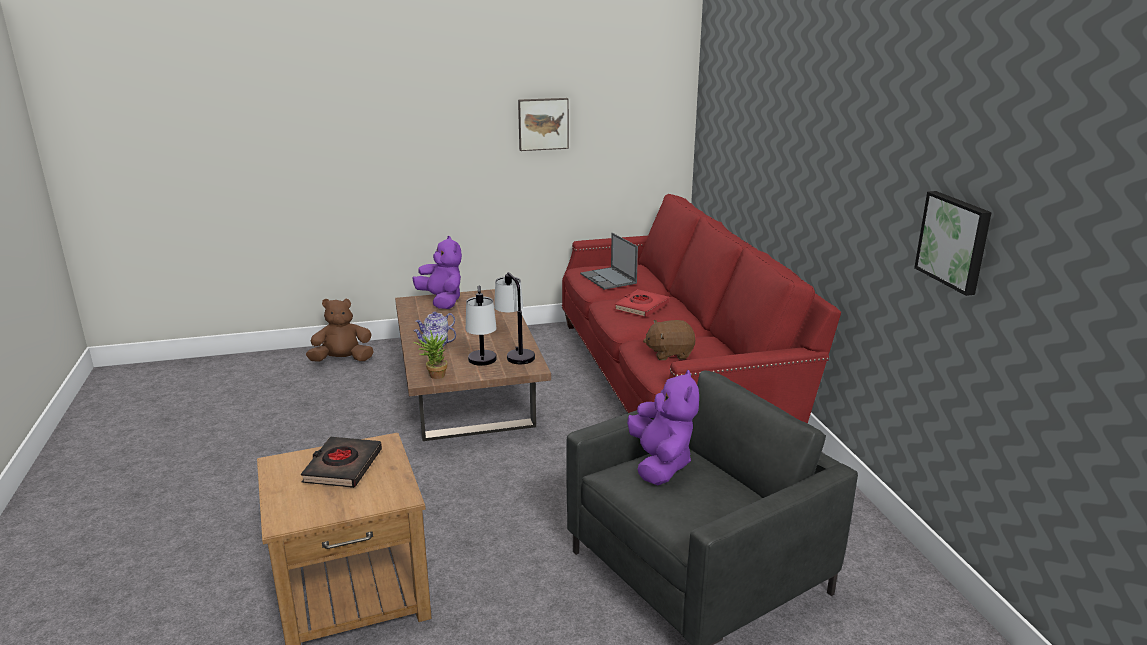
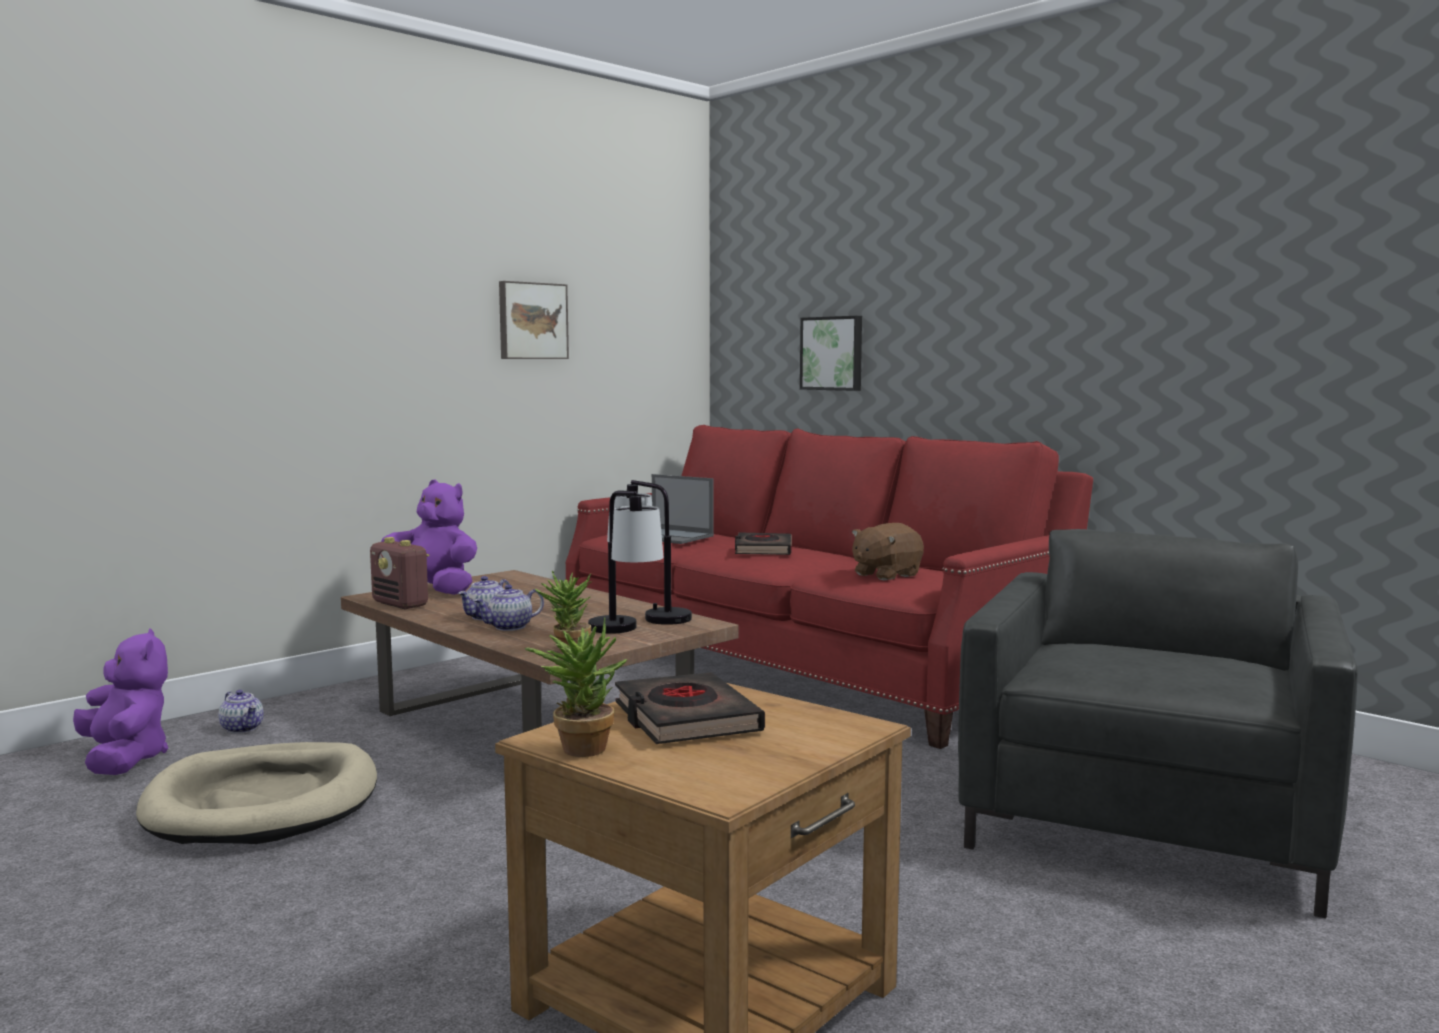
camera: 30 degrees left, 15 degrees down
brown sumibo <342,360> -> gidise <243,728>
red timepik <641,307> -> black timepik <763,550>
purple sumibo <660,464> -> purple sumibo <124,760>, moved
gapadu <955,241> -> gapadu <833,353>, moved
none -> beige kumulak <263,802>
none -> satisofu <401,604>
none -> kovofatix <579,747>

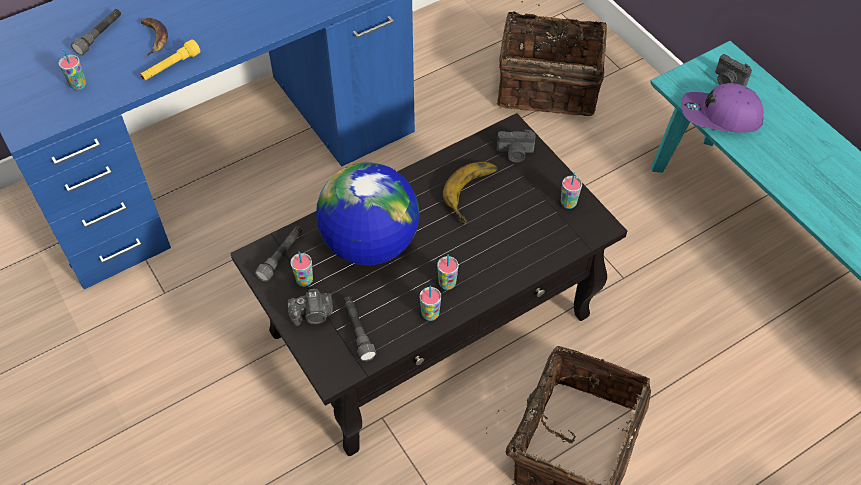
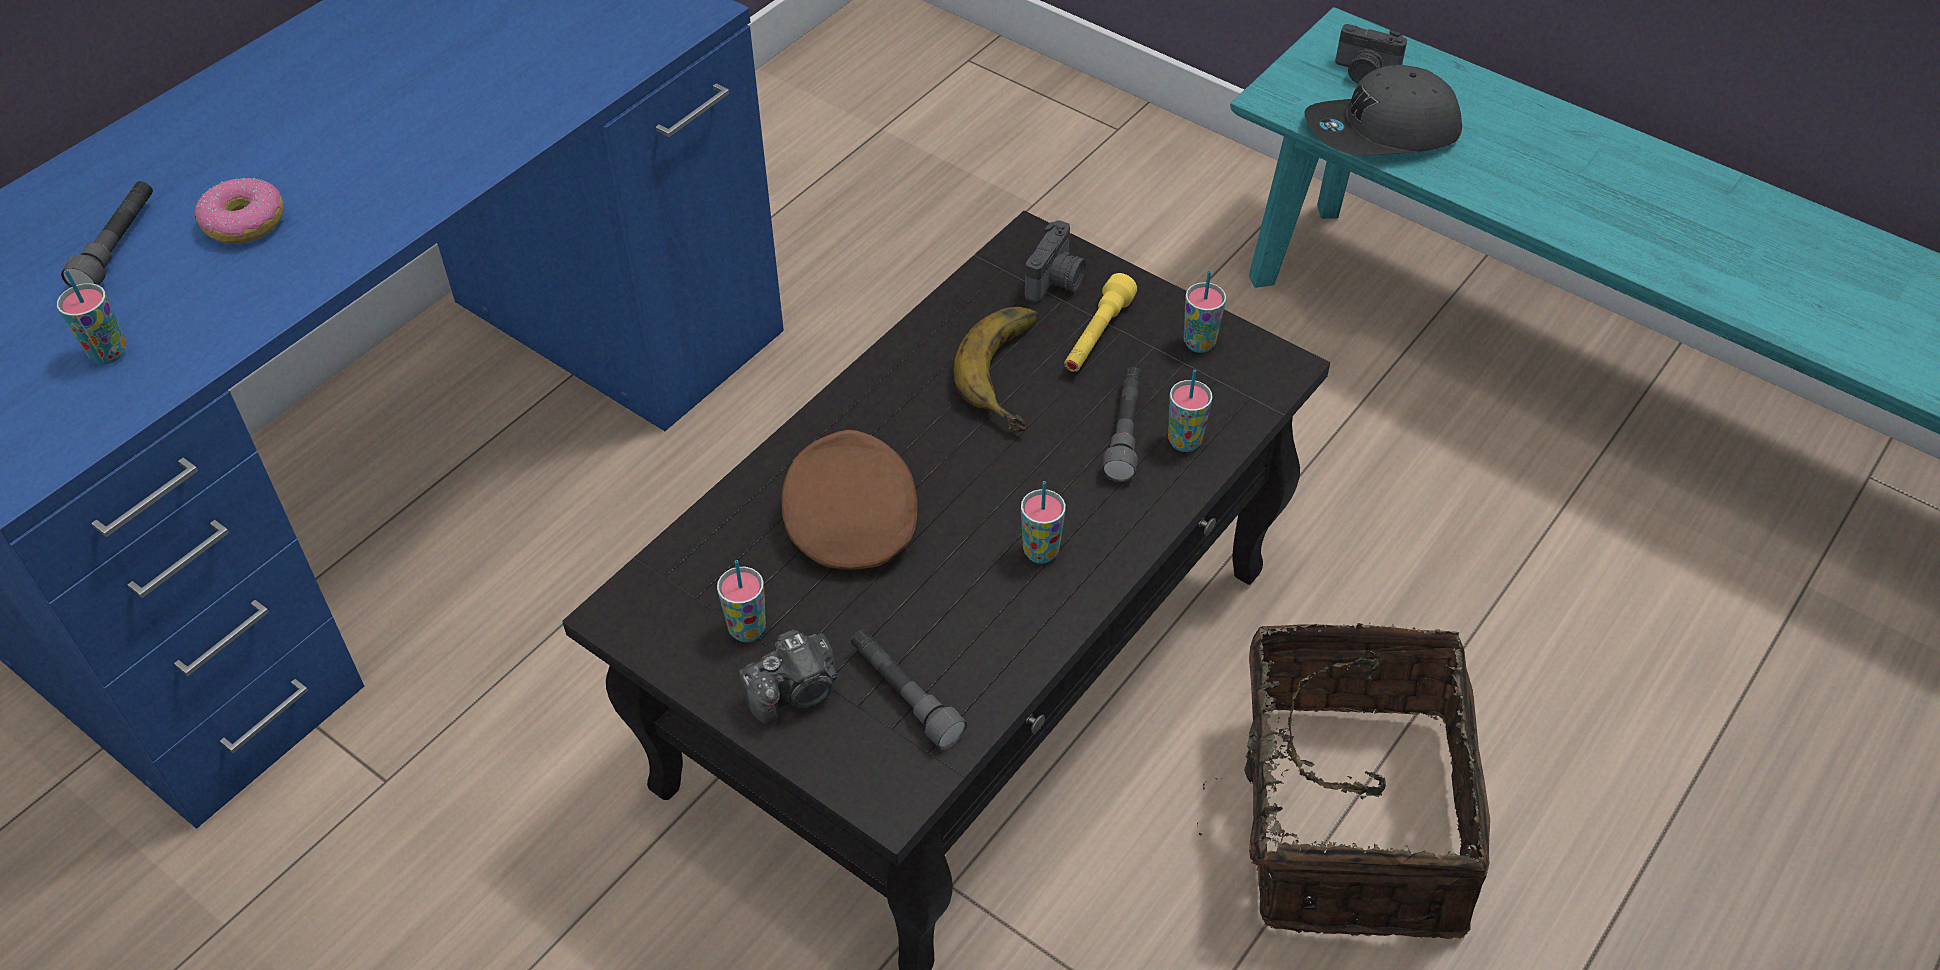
camera: 20 degrees left, 5 degrees down
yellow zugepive <171,67> -> yellow zugepive <1097,336>, moved
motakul <154,38> -> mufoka <245,222>
grey zugepive <281,256> -> grey zugepive <1125,432>, moved
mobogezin <369,244> -> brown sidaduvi <850,521>
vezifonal <430,314> -> vezifonal <1184,441>, moved
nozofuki <548,85> -> none
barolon <515,154> -> barolon <1056,282>, 45 degrees counterclockwise
purple sidaduvi <720,116> -> grey sidaduvi <1381,133>

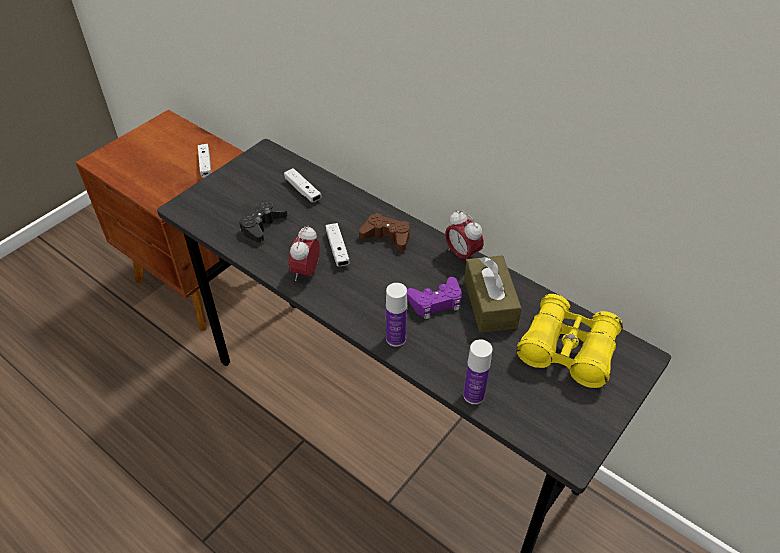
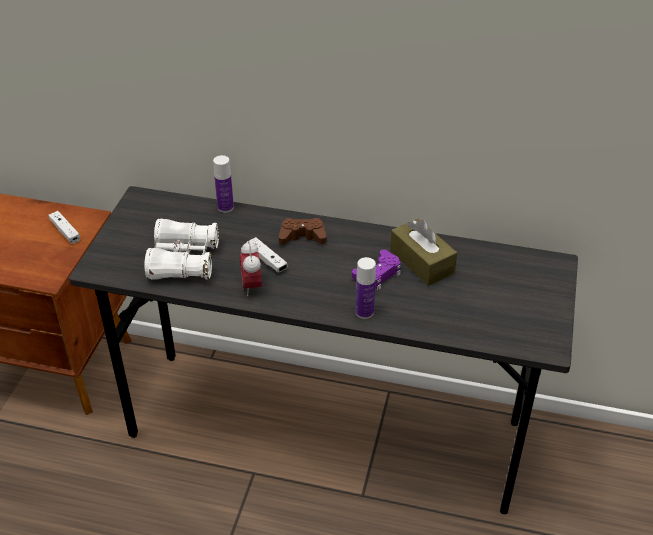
camera: 25 degrees left, 5 degrees down
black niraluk <262,225> -> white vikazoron <183,261>
white niraluk <303,190> -> none
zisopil <462,254> -> none
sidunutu <474,395> -> sidunutu <225,207>, moved
yellow vikazoron <567,350> -> none

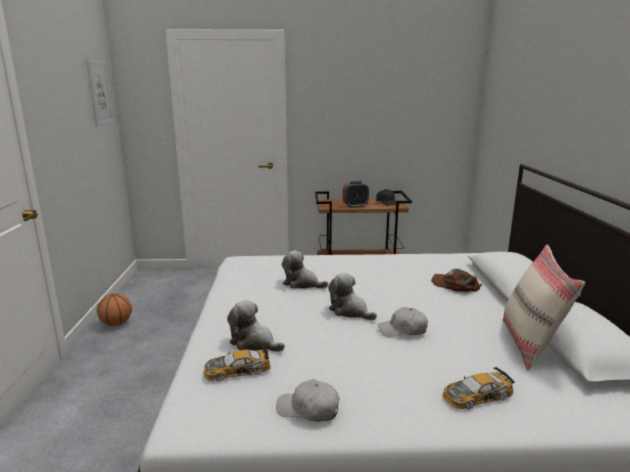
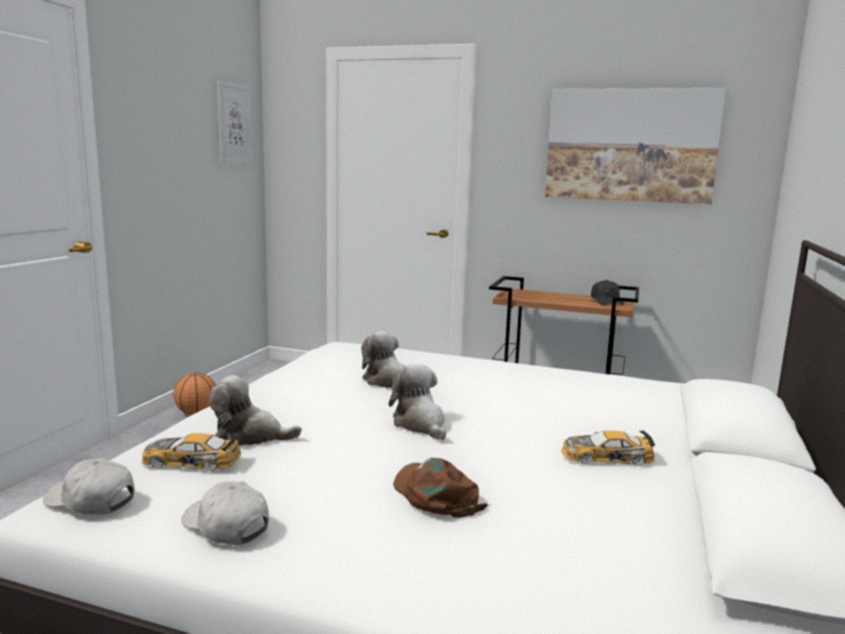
camera: 20 degrees right, 5 degrees down
sumibo <254,343> -> sumibo <249,436>, 45 degrees counterclockwise
zisopil <355,206> -> none
white sidaduvi <402,330> -> white sidaduvi <90,501>, moved
brown sidaduvi <455,285> -> brown sidaduvi <435,495>, moved
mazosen <476,395> -> mazosen <606,457>, moved
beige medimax <531,344> -> none
none -> gapadu <630,145>

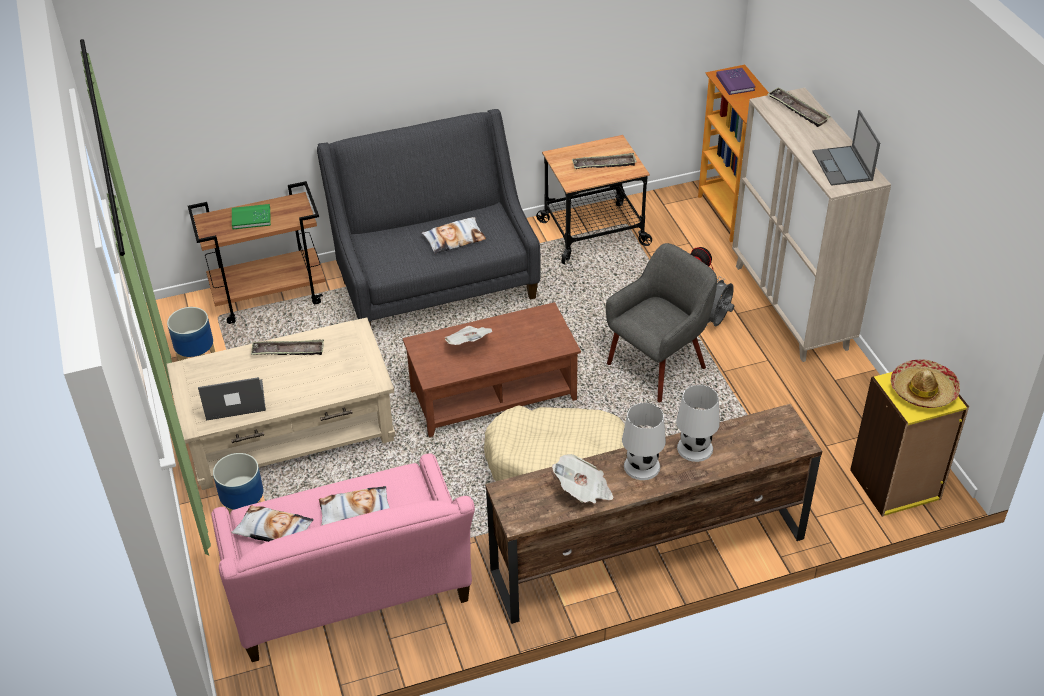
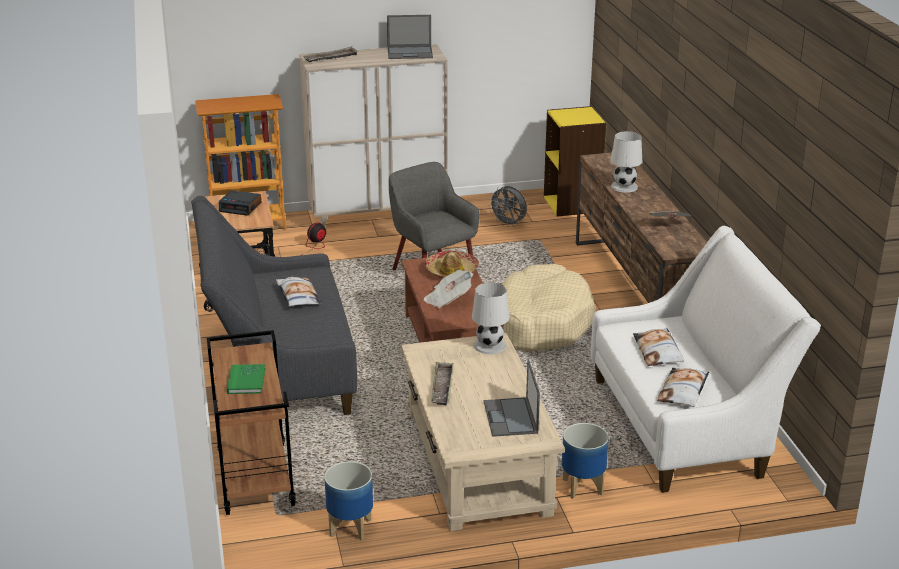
camera: 85 degrees left, 15 degrees down
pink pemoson <351,597> -> white pemoson <686,425>
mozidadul <604,165> -> zisopil <241,207>
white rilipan <642,466> -> white rilipan <490,345>, moved
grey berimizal <716,322> -> grey berimizal <508,224>, moved
purple timepik <735,83> -> none
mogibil <923,390> -> mogibil <451,271>, moved

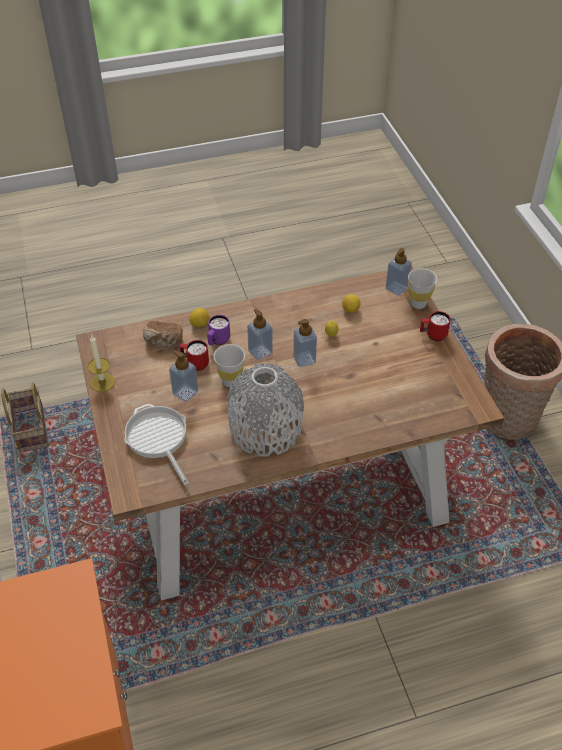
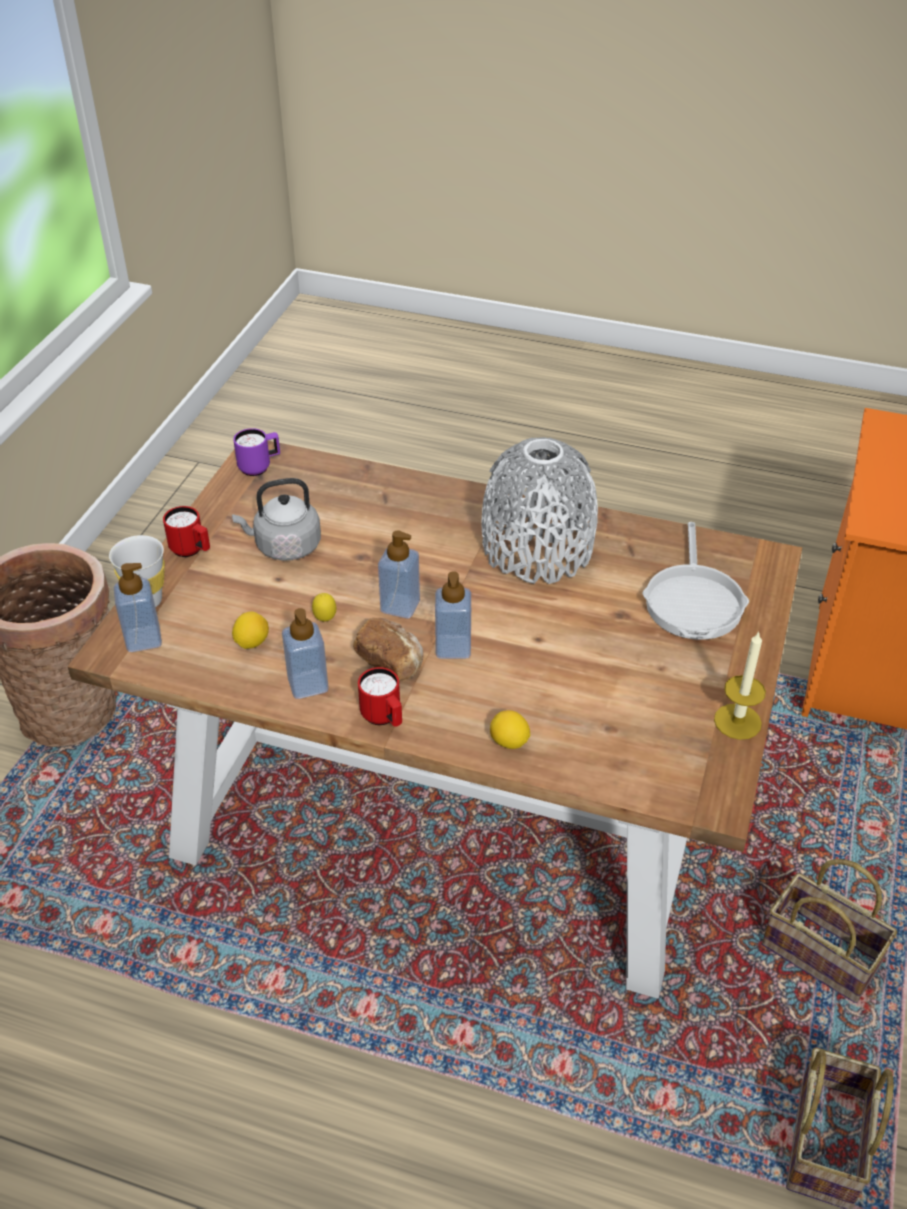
camera: 145 degrees left, 5 degrees down
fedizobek <164,341> -> fedizobek <390,661>, moved
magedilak <185,393> -> magedilak <308,684>, moved
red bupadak <195,363> -> red bupadak <384,718>, moved
purple bupadak <218,341> -> purple bupadak <259,467>, moved
white vezifonal <231,381> -> none
none -> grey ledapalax <284,547>
none -> nozofuki <823,955>

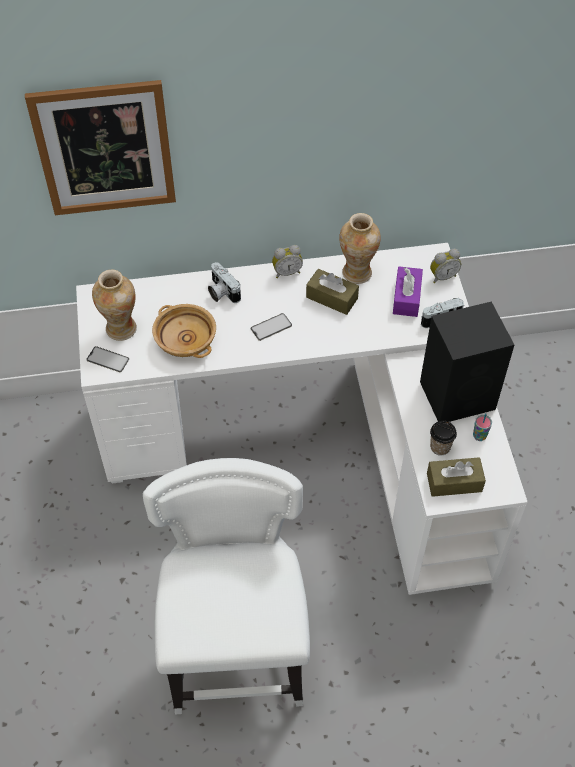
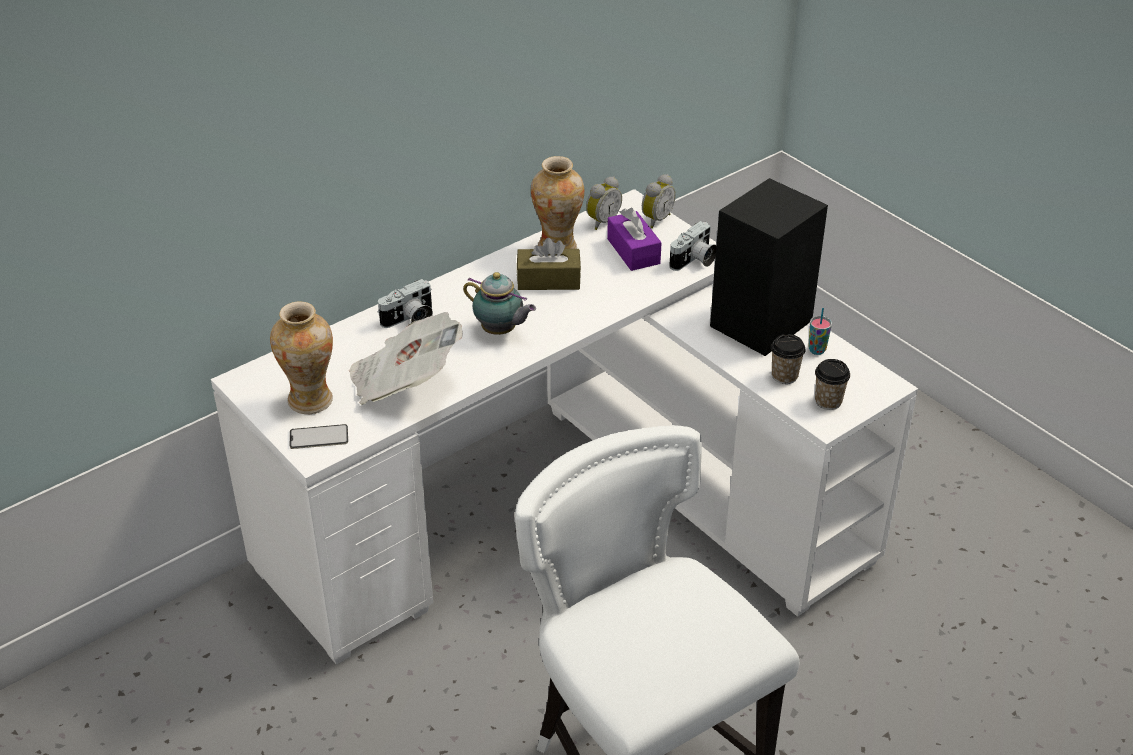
camera: 30 degrees left, 15 degrees down
gapadu <105,149> -> none
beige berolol <185,340> -> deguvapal <404,382>
barolon <221,292> -> barolon <410,320>, 60 degrees counterclockwise
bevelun <271,327> -> gidise <500,331>
zisopil <286,272> -> zisopil <602,221>, moved
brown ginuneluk <454,482> -> vezifonal <828,401>

